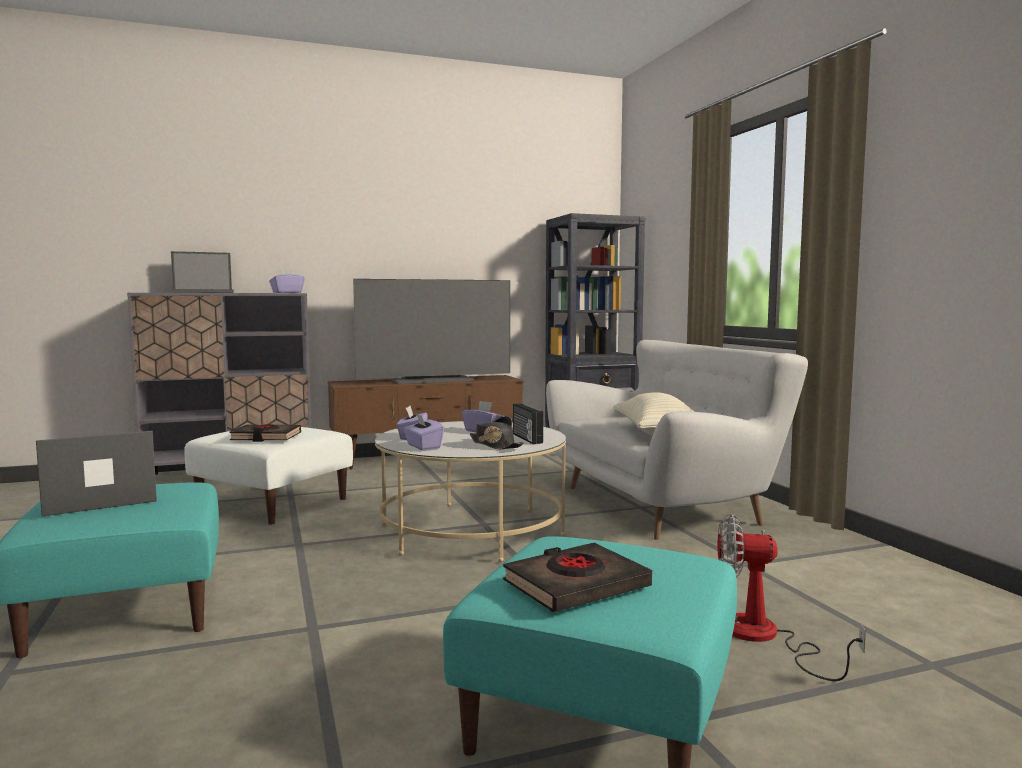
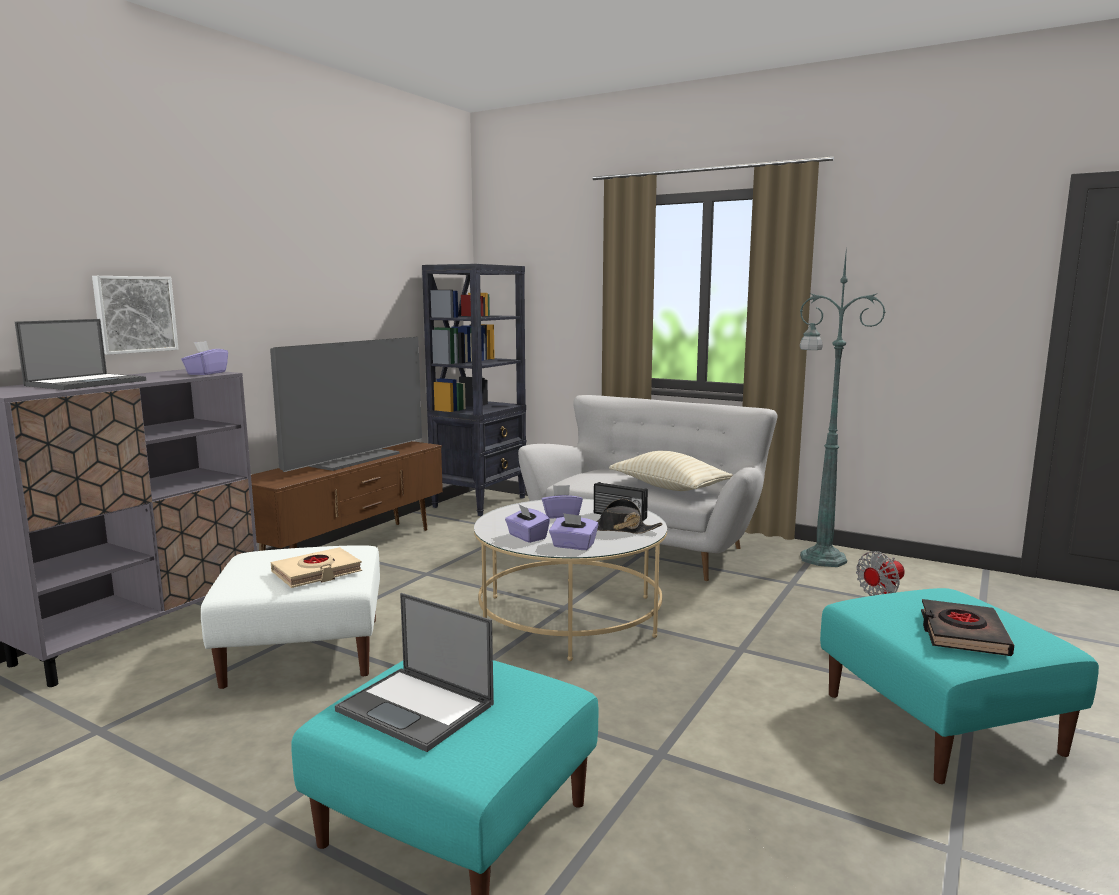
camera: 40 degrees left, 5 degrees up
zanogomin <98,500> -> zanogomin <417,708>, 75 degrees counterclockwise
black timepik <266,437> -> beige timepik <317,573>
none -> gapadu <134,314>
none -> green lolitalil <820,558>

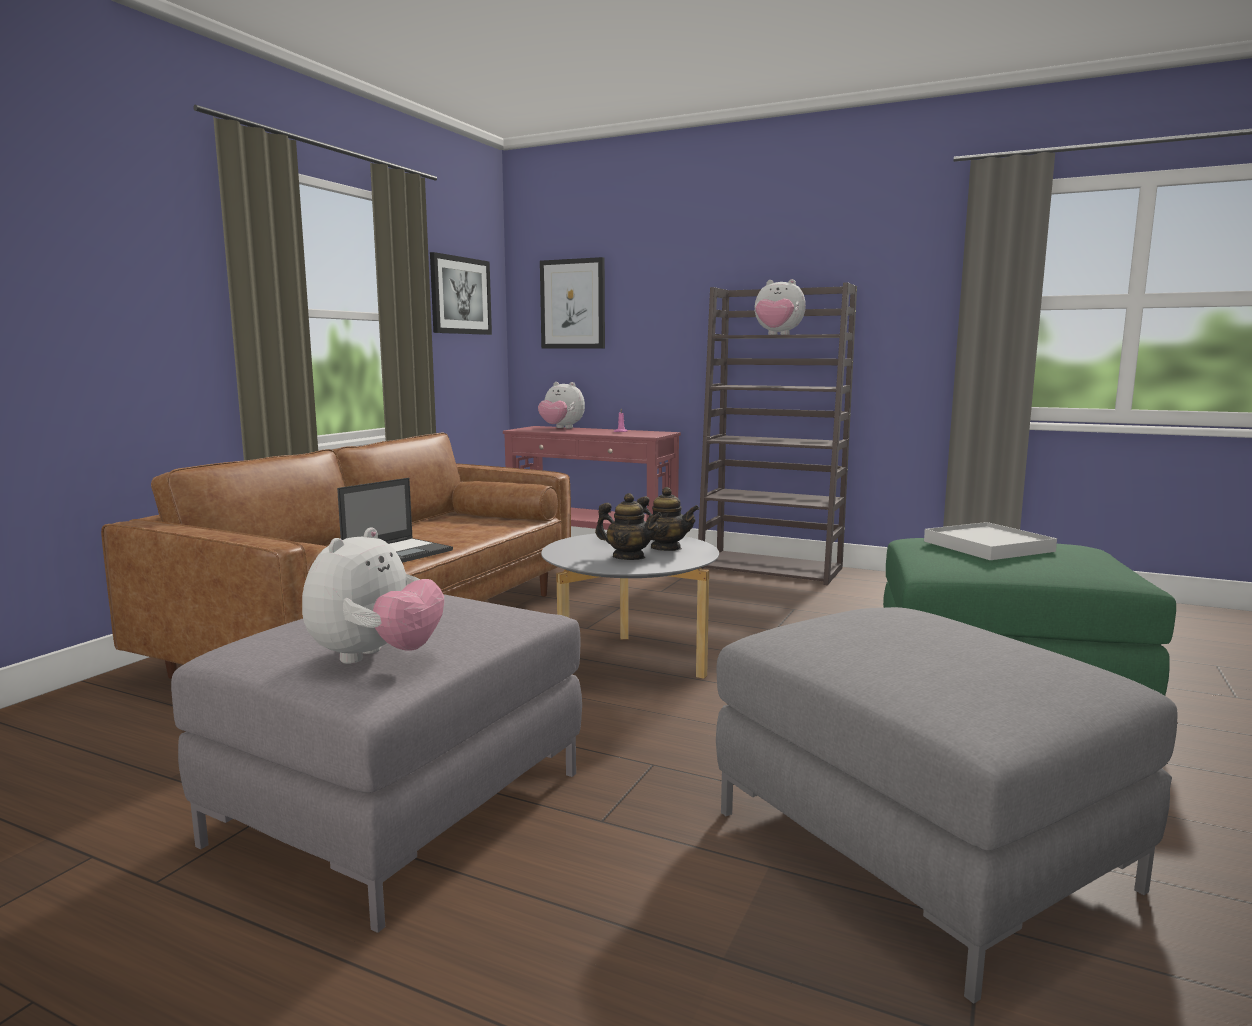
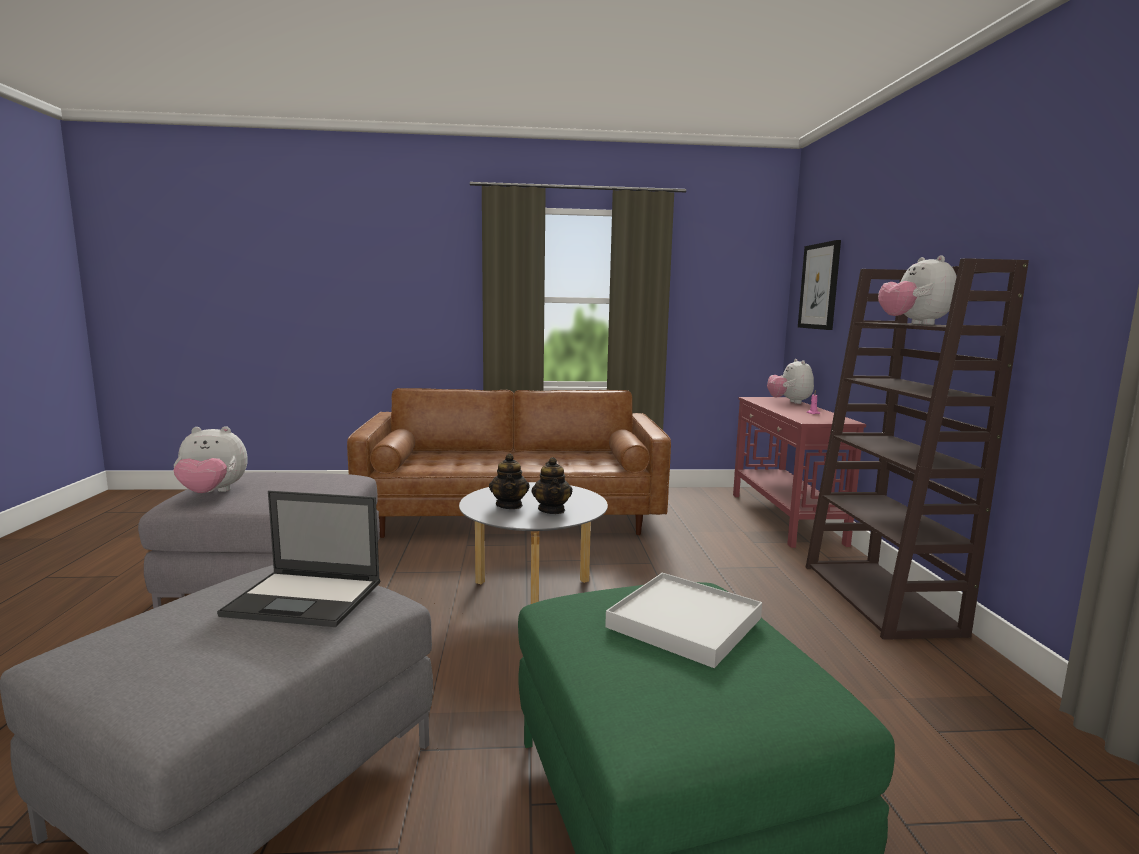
camera: 60 degrees right, 0 degrees up
zanogomin <398,553> -> zanogomin <306,598>, moved
gapadu <460,295> -> none

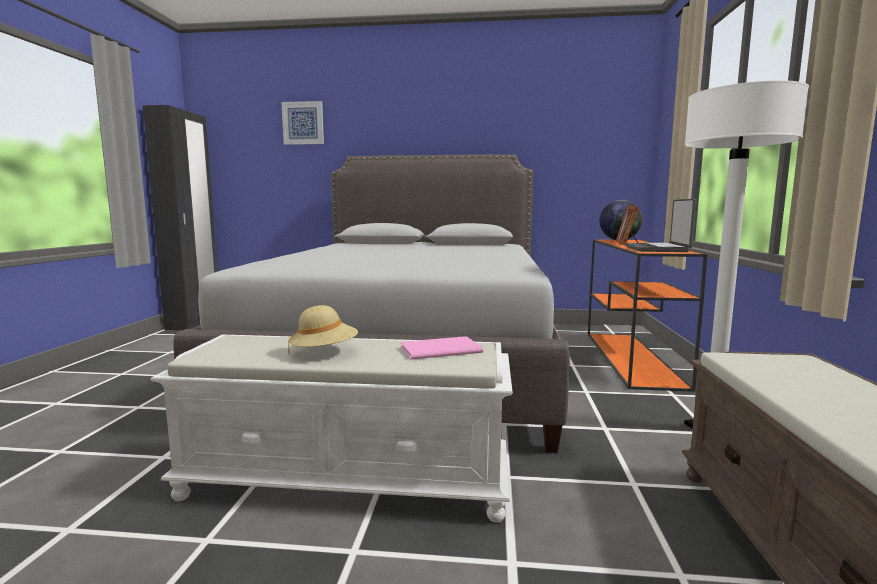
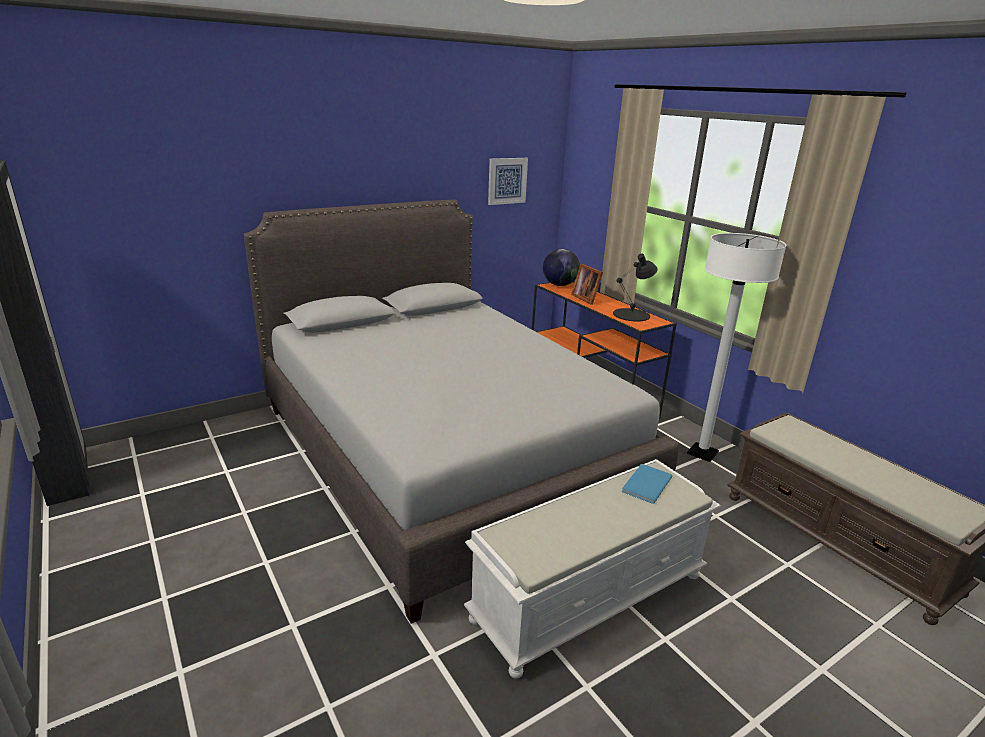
camera: 40 degrees left, 15 degrees up
gapadu <303,123> -> gapadu <507,181>, moved
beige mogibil <324,352> -> none
pink timepik <438,349> -> blue timepik <645,484>
zanogomin <657,249> -> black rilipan <632,315>

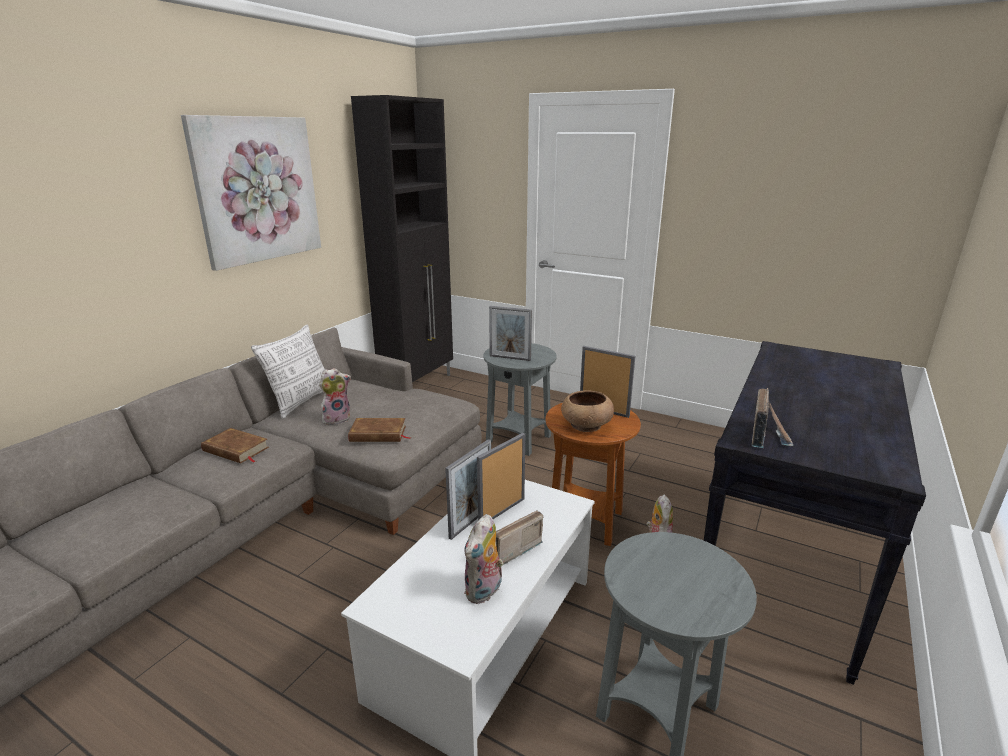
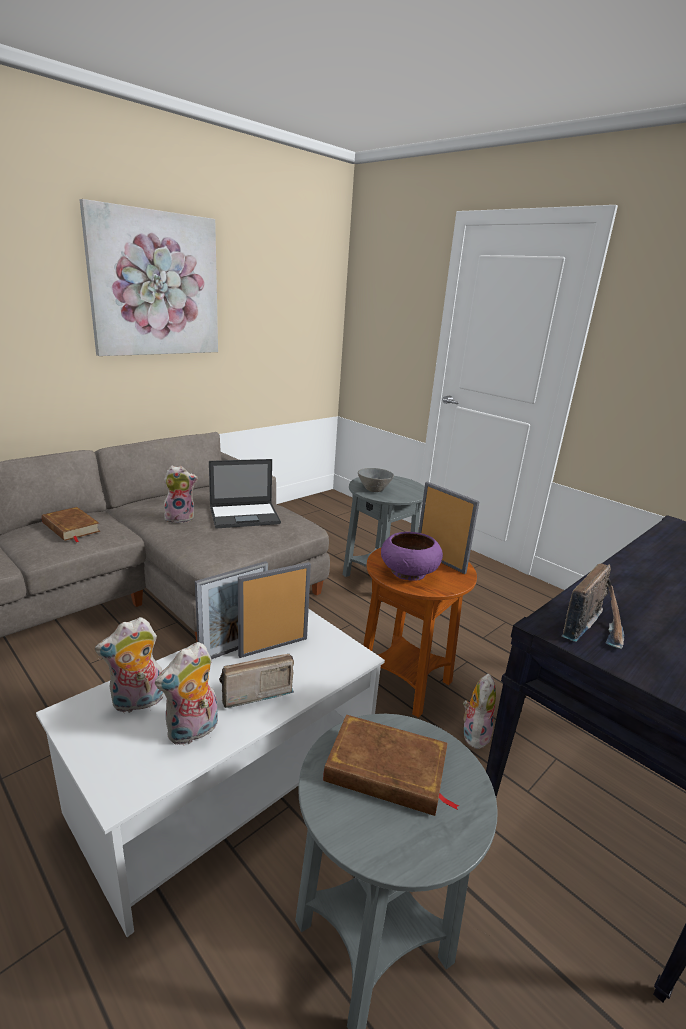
camera: 15 degrees right, 0 degrees up
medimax <301,401> -> none
brown timepik <378,434> -> brown timepik <386,770>, moved
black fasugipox <418,384> -> none
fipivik <510,358> -> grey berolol <375,489>
brown berolol <585,425> -> purple berolol <408,572>
none -> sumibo <137,703>
none -> zanogomin <245,515>

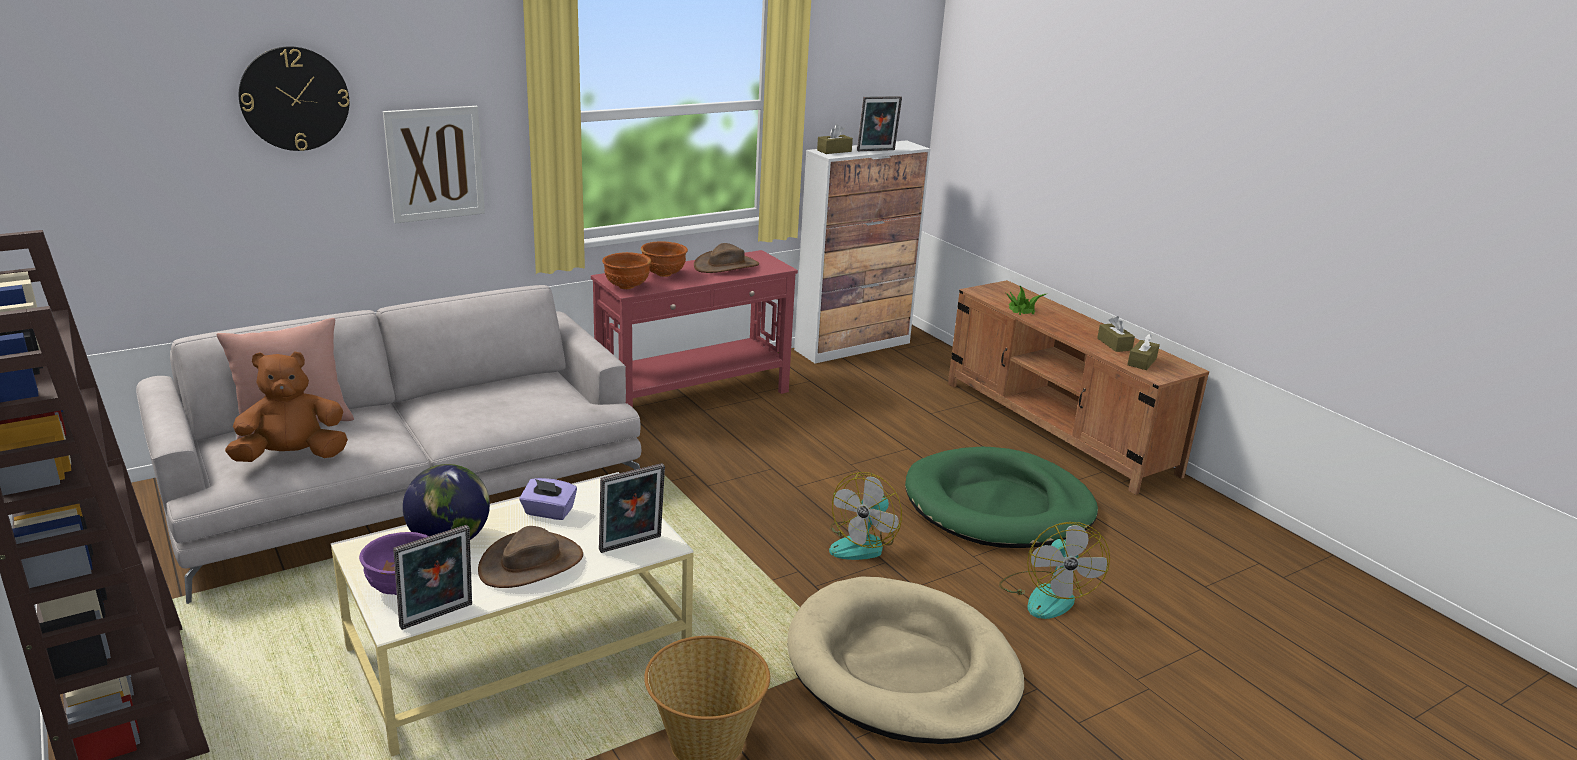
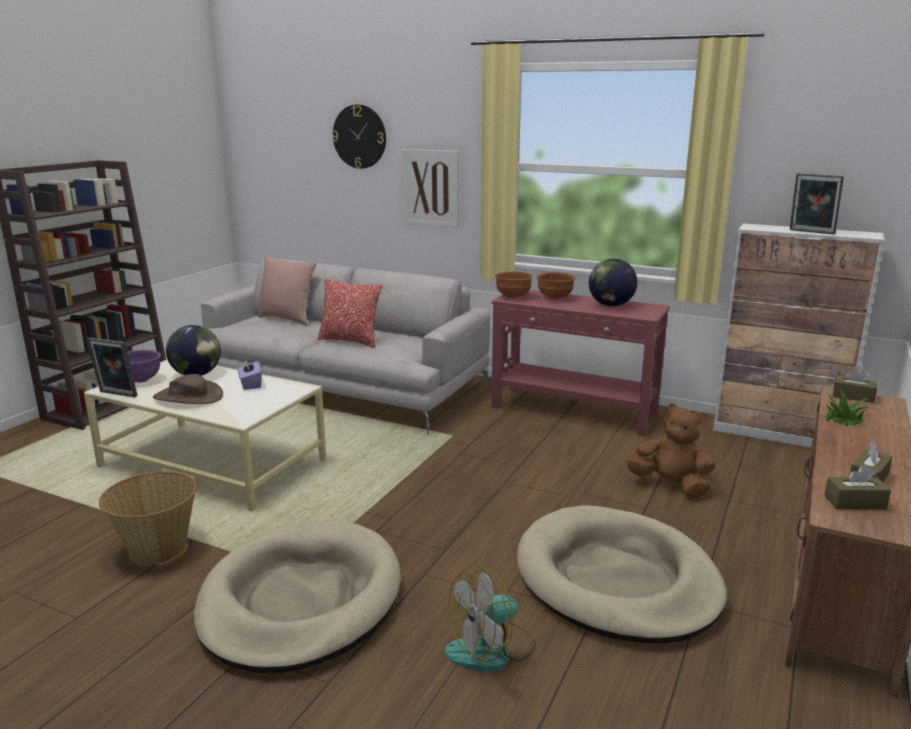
camera: 60 degrees right, 5 degrees down
brown sumibo <292,457> -> brown sumibo <671,485>, moved
fipivik <632,545> -> none
brown mogibil <726,266> -> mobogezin <611,305>
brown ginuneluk <834,151> -> brown ginuneluk <853,396>, moved
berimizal <863,543> -> none
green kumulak <998,506> -> beige kumulak <617,580>
none -> medimax <350,341>

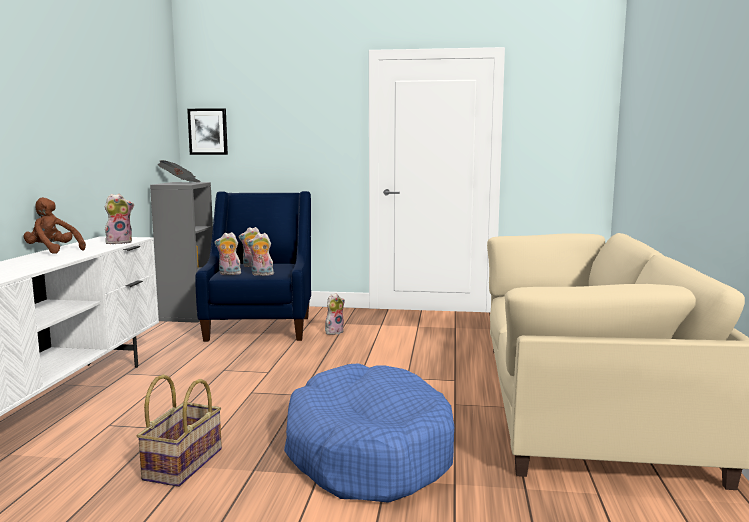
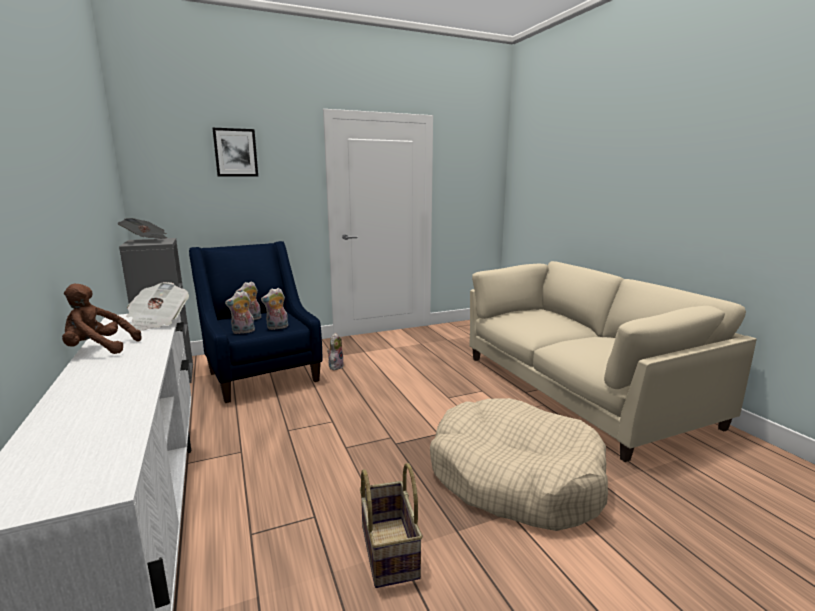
camera: 30 degrees left, 5 degrees up
sumibo <119,242> -> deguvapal <157,322>
gapadu <208,131> -> gapadu <235,152>, moved
blue kumulak <367,452> -> beige kumulak <514,477>

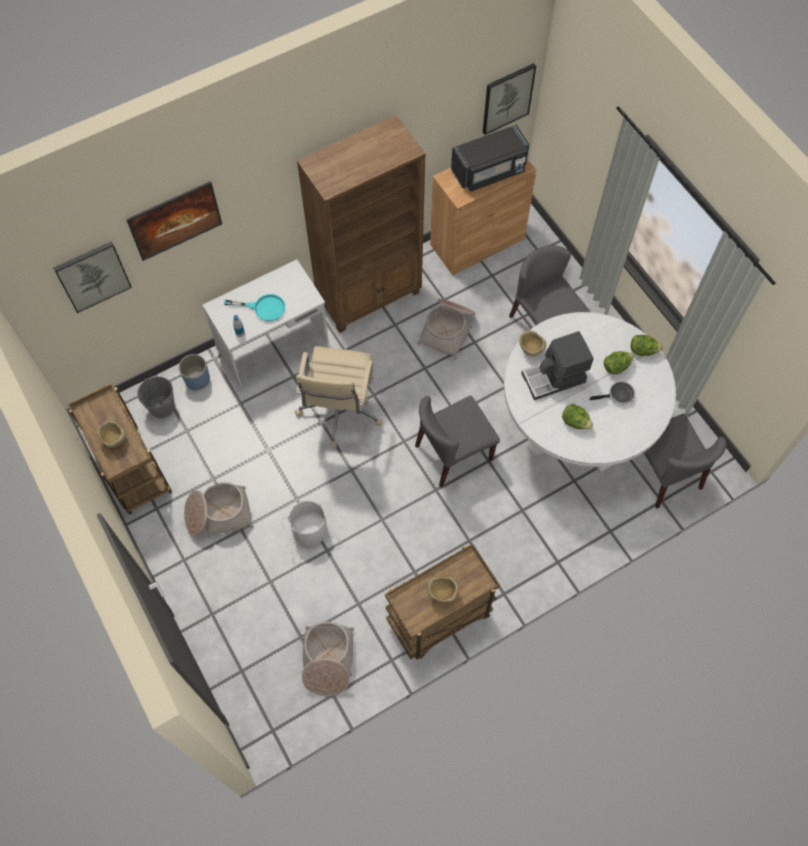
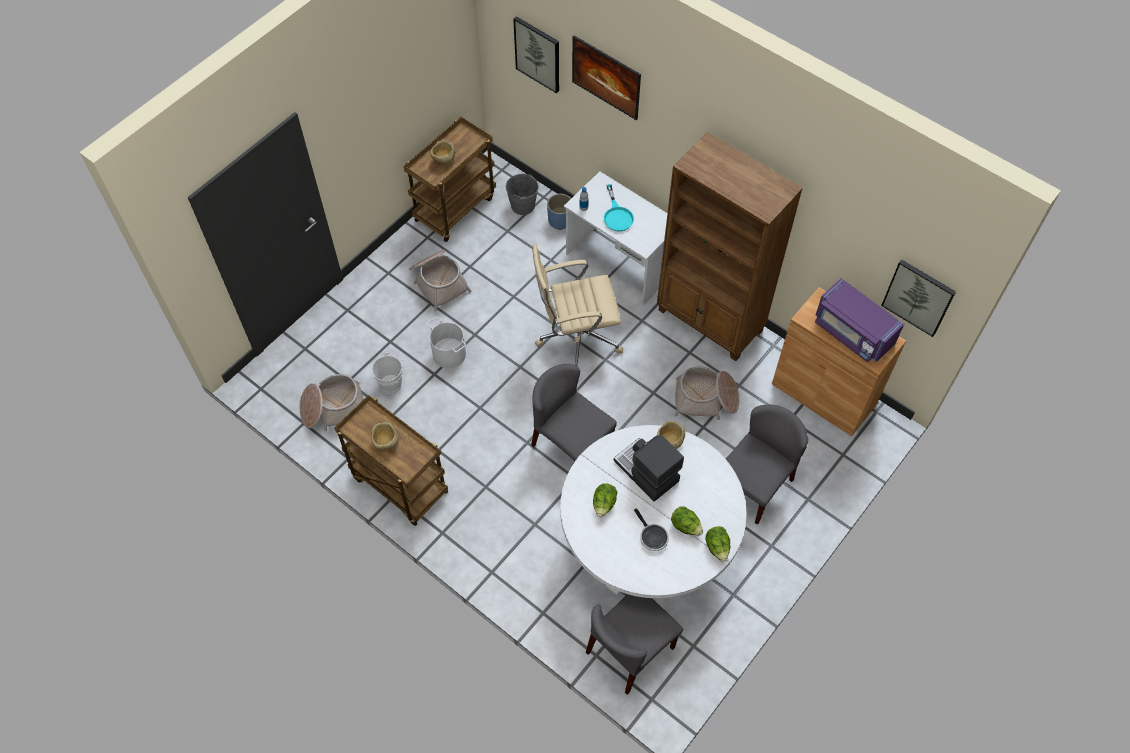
camera: 70 degrees right, 5 degrees down
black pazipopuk <489,171> -> purple pazipopuk <852,332>
none -> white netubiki <393,384>

